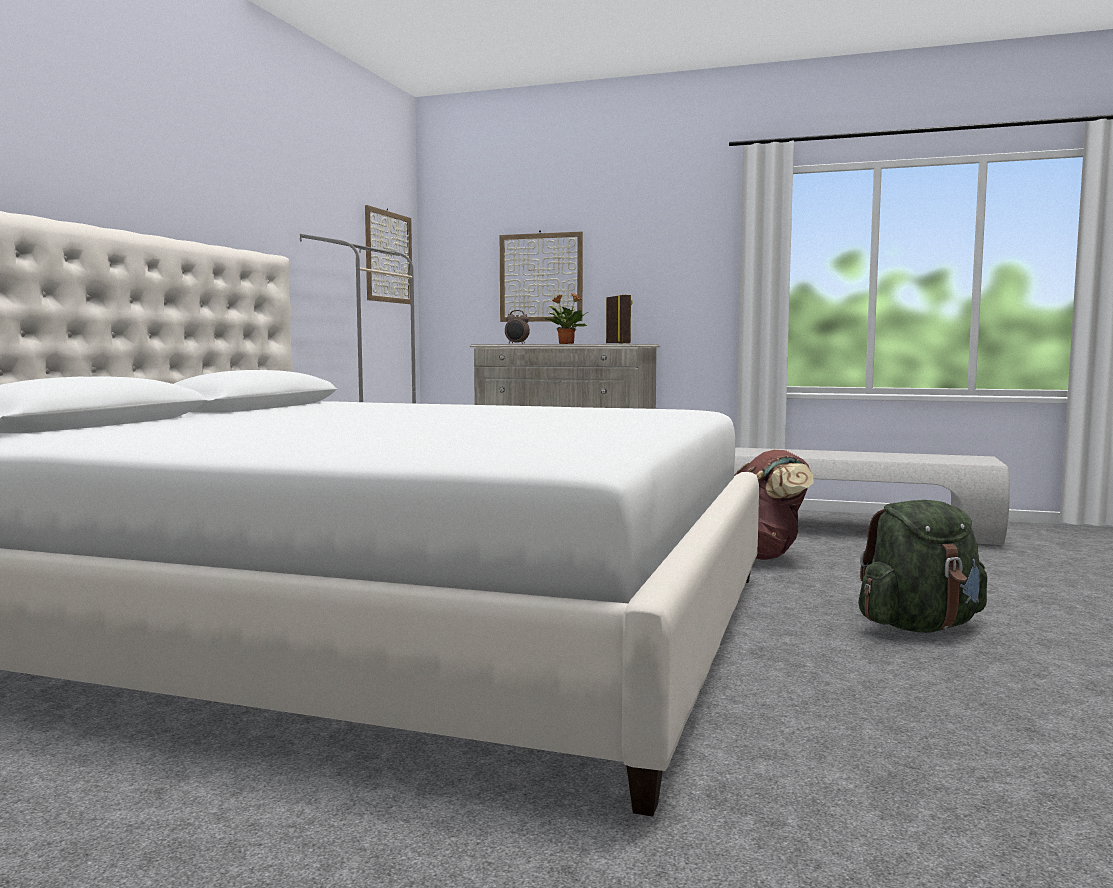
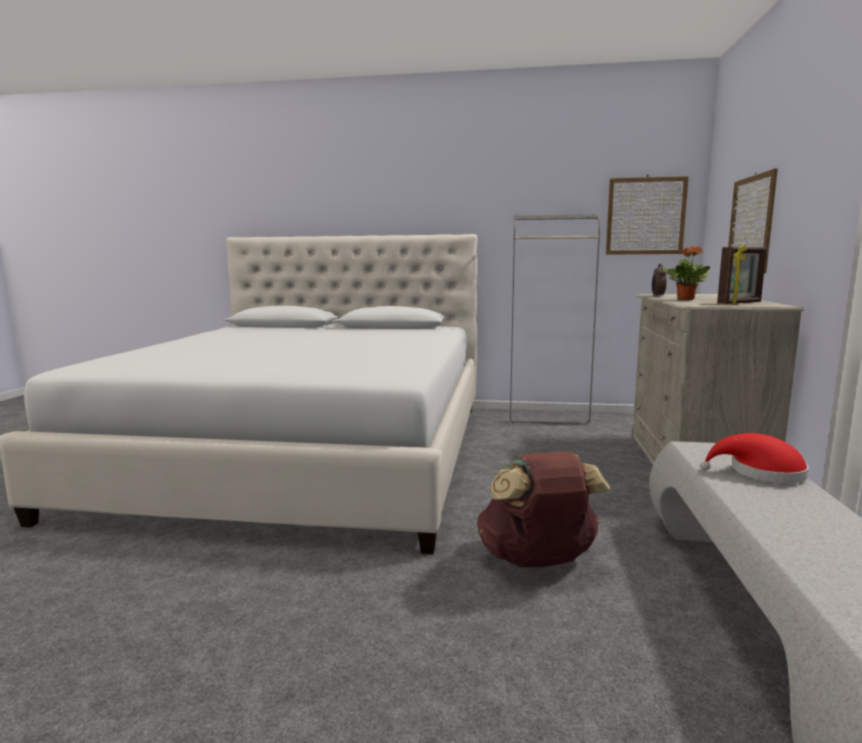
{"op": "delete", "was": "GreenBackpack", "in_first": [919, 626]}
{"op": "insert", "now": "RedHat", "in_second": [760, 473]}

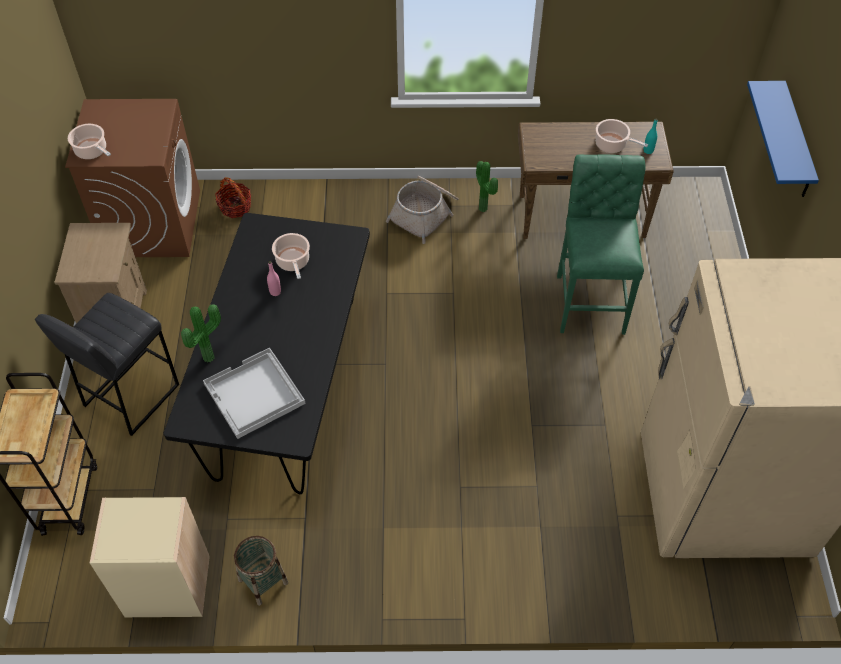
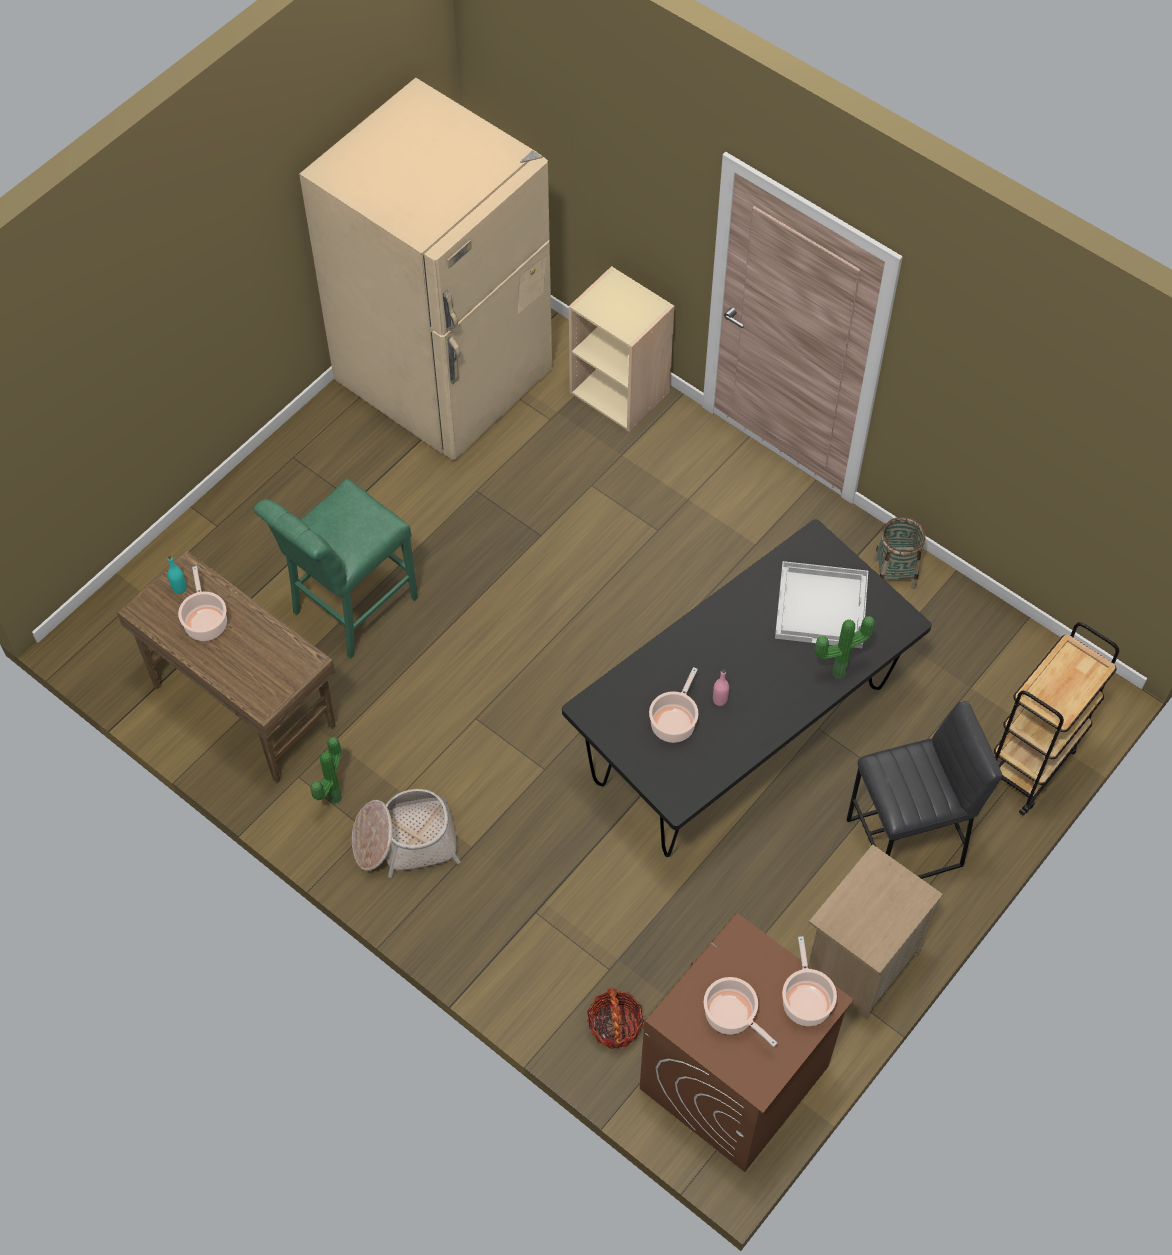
{"op": "delete", "was": "BlueShelf", "in_first": [796, 142]}
{"op": "insert", "now": "CookingPot", "in_second": [732, 1016]}
{"op": "move", "was": "BeigeBookcase", "in_first": [166, 587], "in_second": [621, 392]}

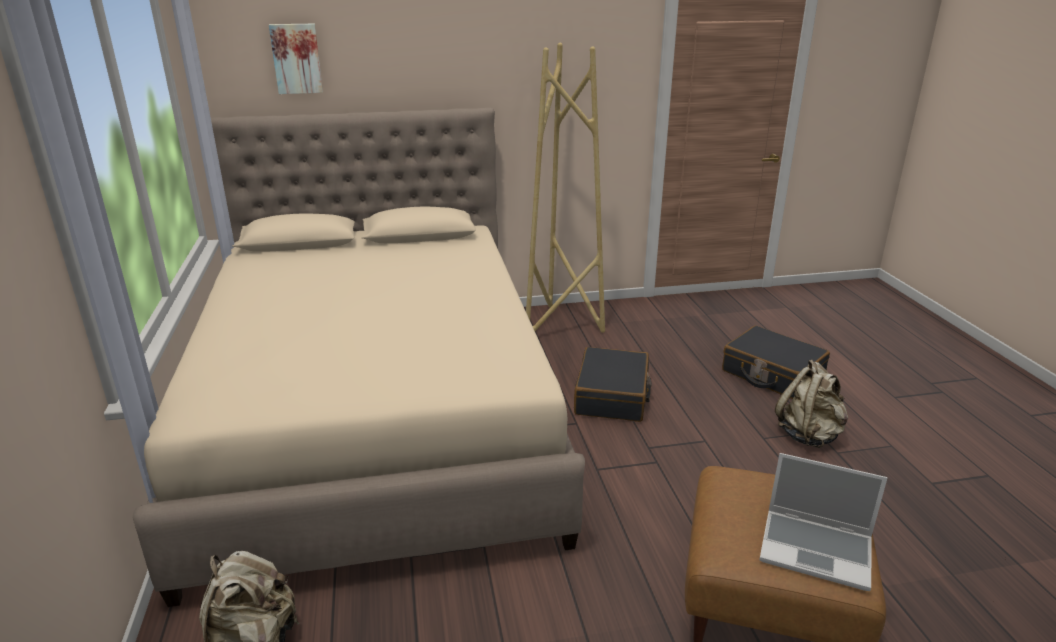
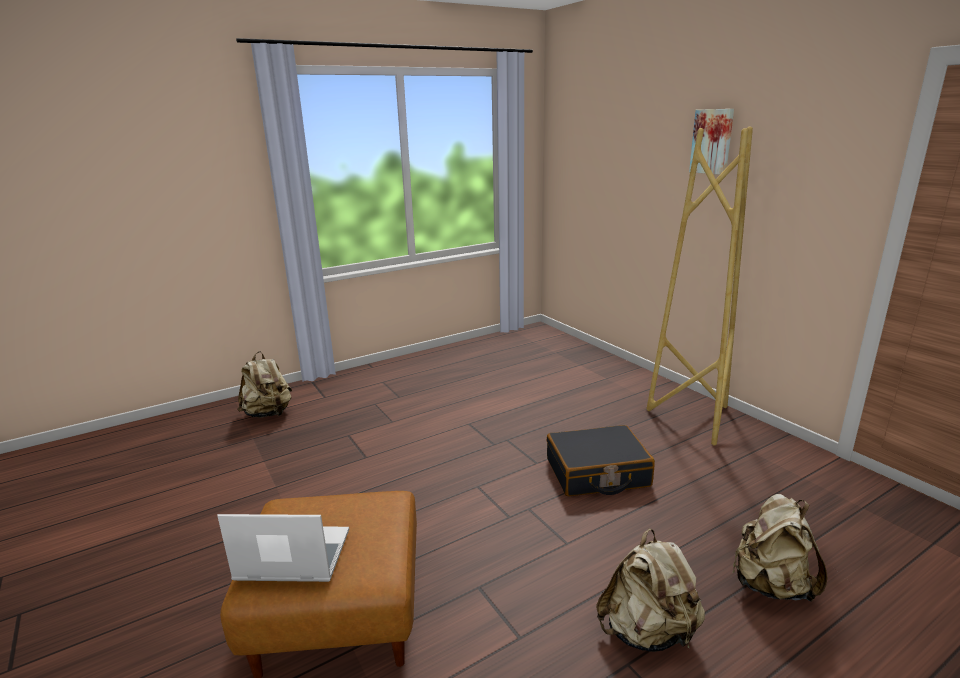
{"op": "delete", "was": "BeigeBed", "in_first": [378, 417]}
{"op": "move", "was": "Picture", "in_first": [296, 58], "in_second": [712, 141]}
{"op": "replace", "was": "BlackSuitcase", "now": "BeigeBackpack", "in_first": [772, 374], "in_second": [770, 584]}
{"op": "rotate", "was": "Laptop", "in_first": [817, 550], "in_second": [291, 557], "clockwise": 90}

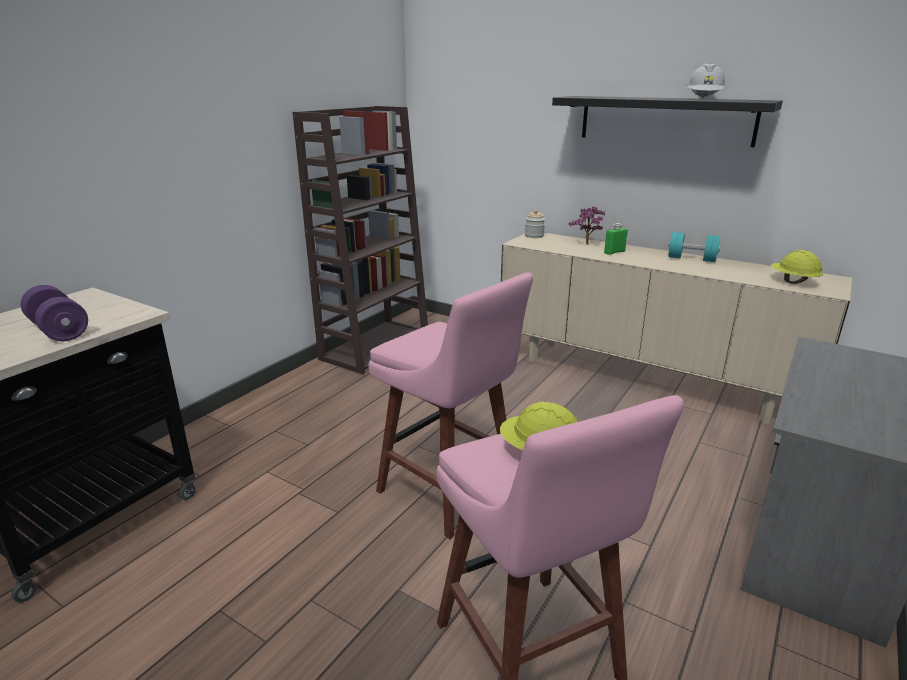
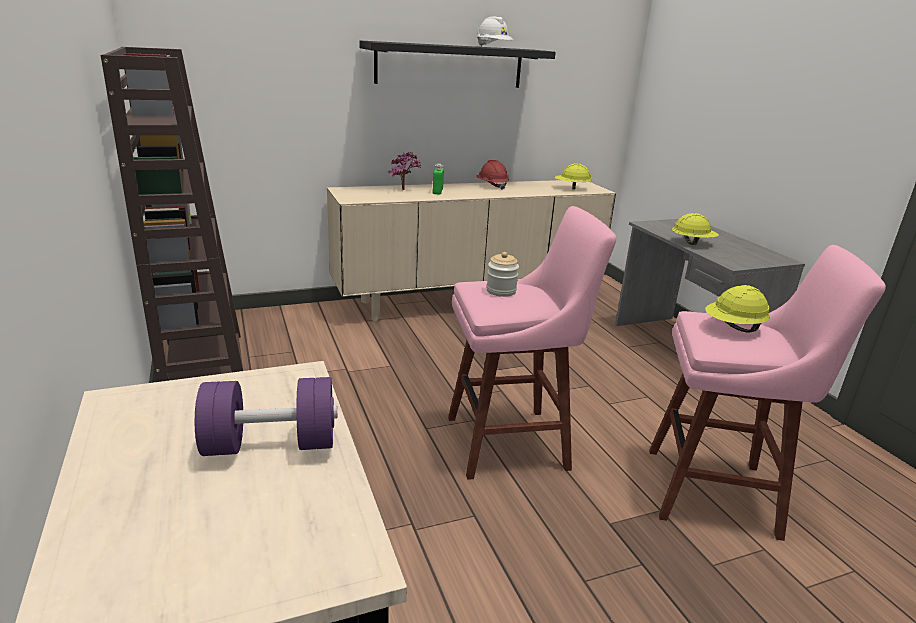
{"op": "insert", "now": "YellowHardHat", "in_second": [692, 243]}
{"op": "move", "was": "Jar", "in_first": [534, 236], "in_second": [501, 291]}
{"op": "replace", "was": "TurquoiseDumbbell", "now": "RedHardHat", "in_first": [691, 259], "in_second": [491, 186]}

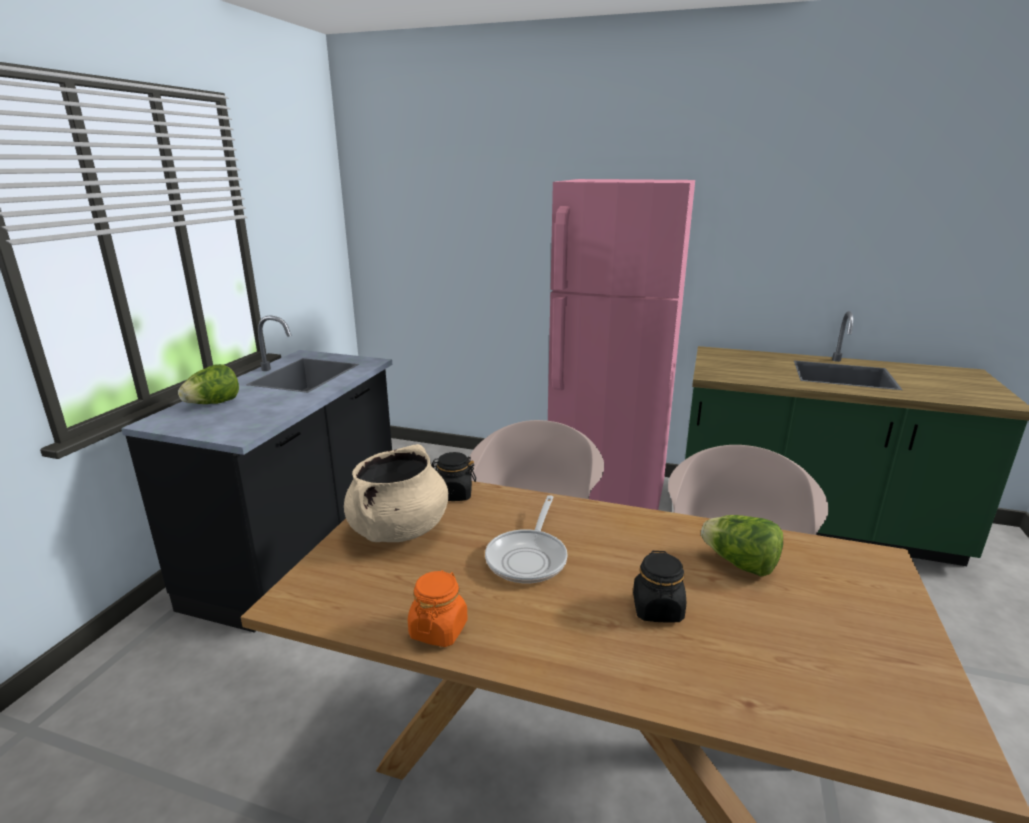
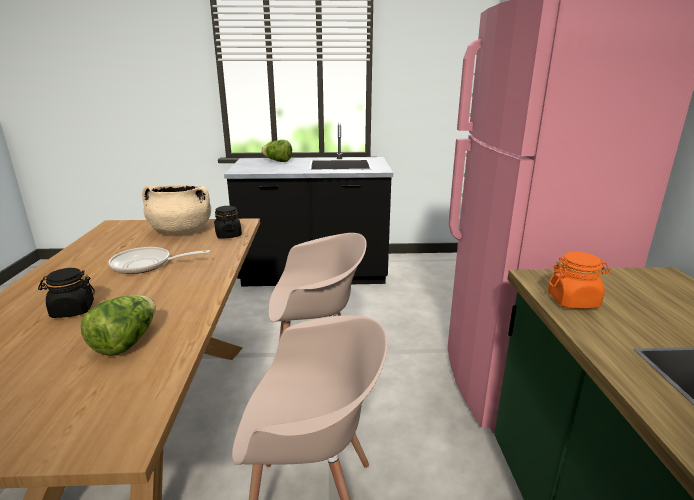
{"op": "move", "was": "OrangeJar", "in_first": [438, 629], "in_second": [573, 301]}

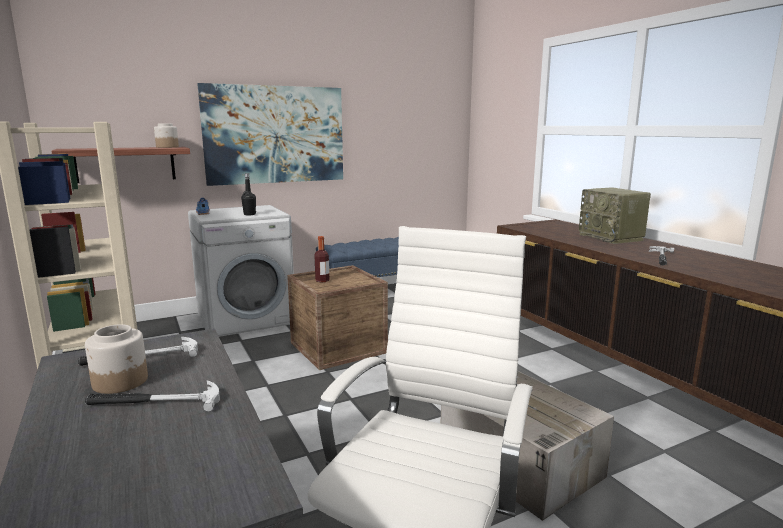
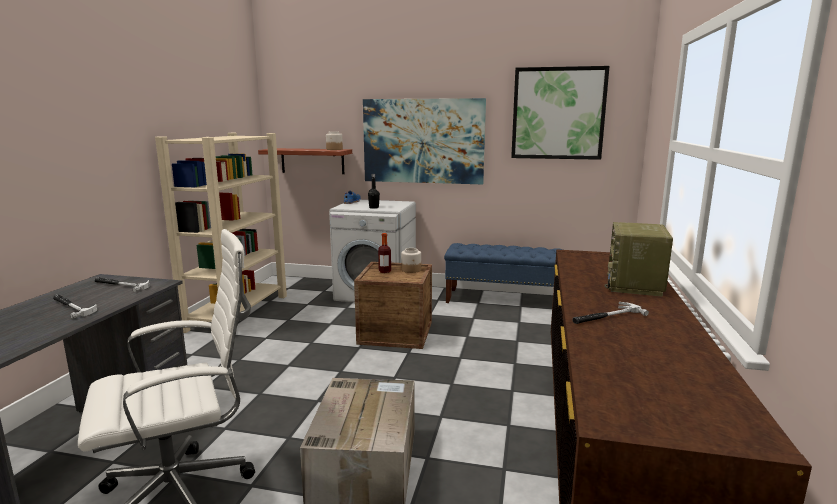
{"op": "insert", "now": "Picture", "in_second": [558, 113]}
{"op": "move", "was": "Jar", "in_first": [121, 381], "in_second": [411, 270]}

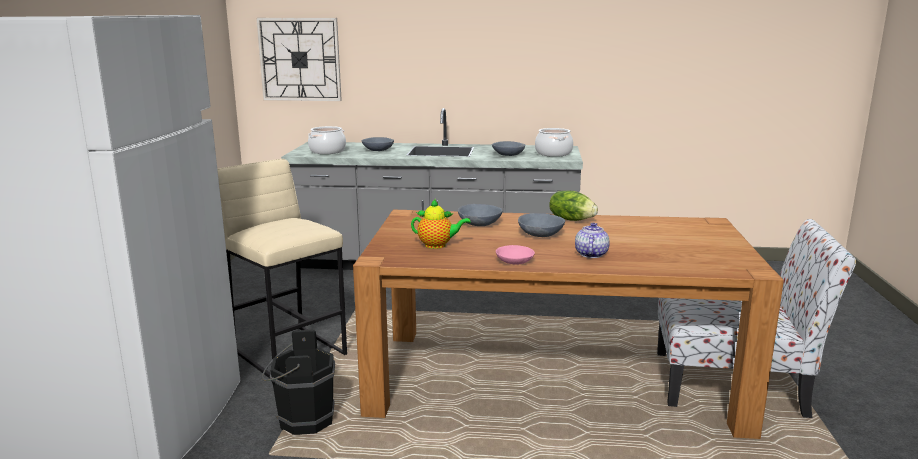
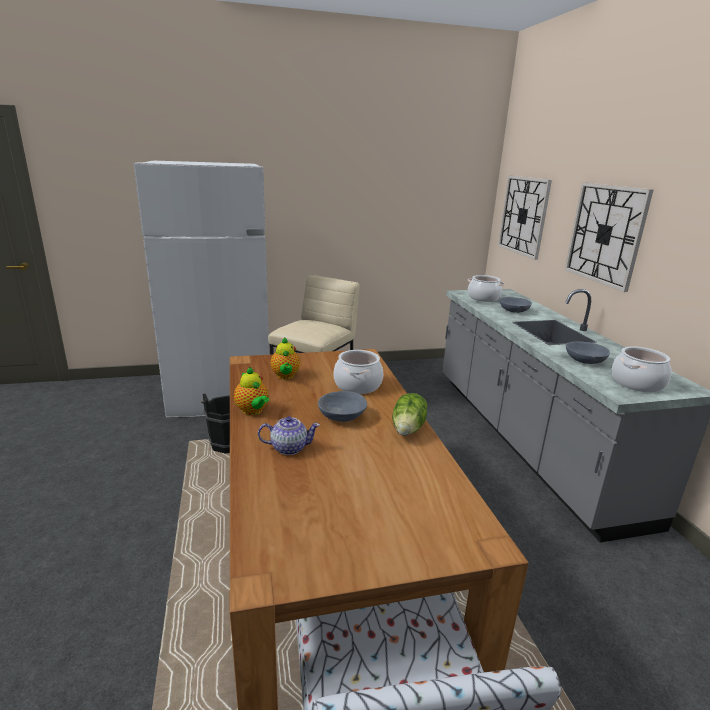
{"op": "insert", "now": "WallClock", "in_second": [605, 234]}
{"op": "replace", "was": "GreyBowl", "now": "CookingPot", "in_first": [480, 224], "in_second": [358, 385]}
{"op": "replace", "was": "PinkBowl", "now": "Teapot", "in_first": [514, 262], "in_second": [253, 411]}

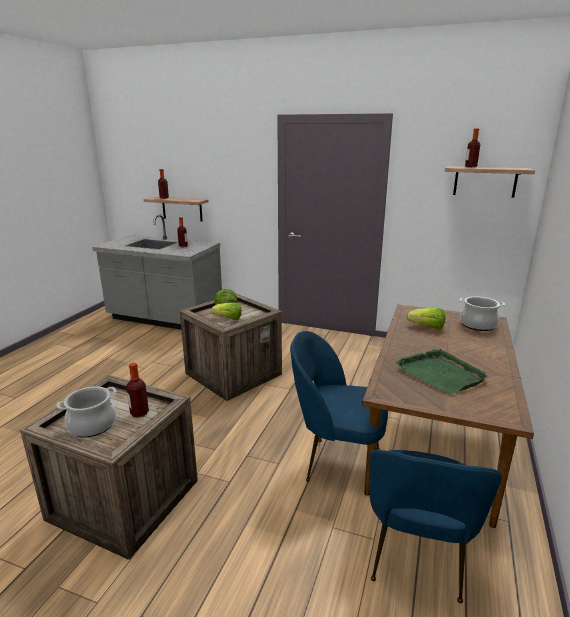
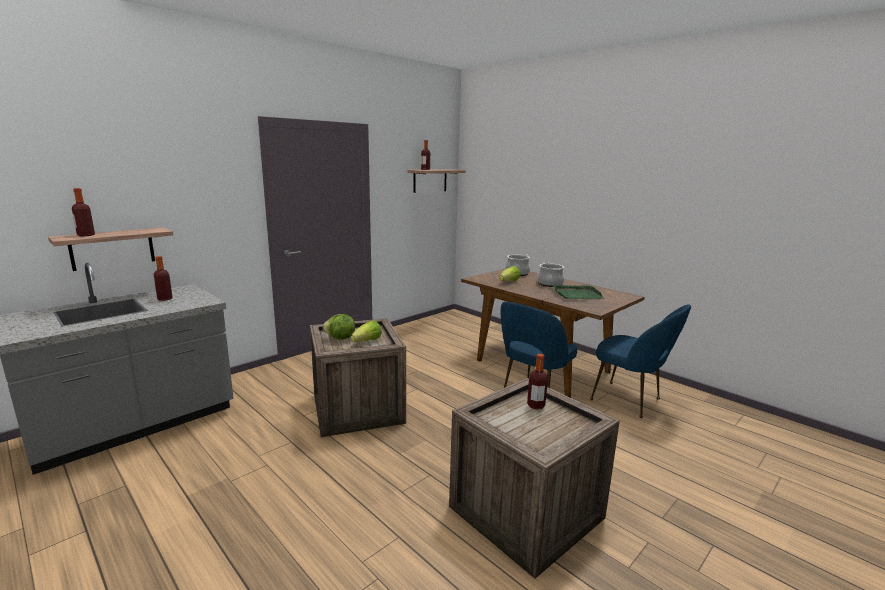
{"op": "move", "was": "CookingPot", "in_first": [92, 425], "in_second": [550, 284]}

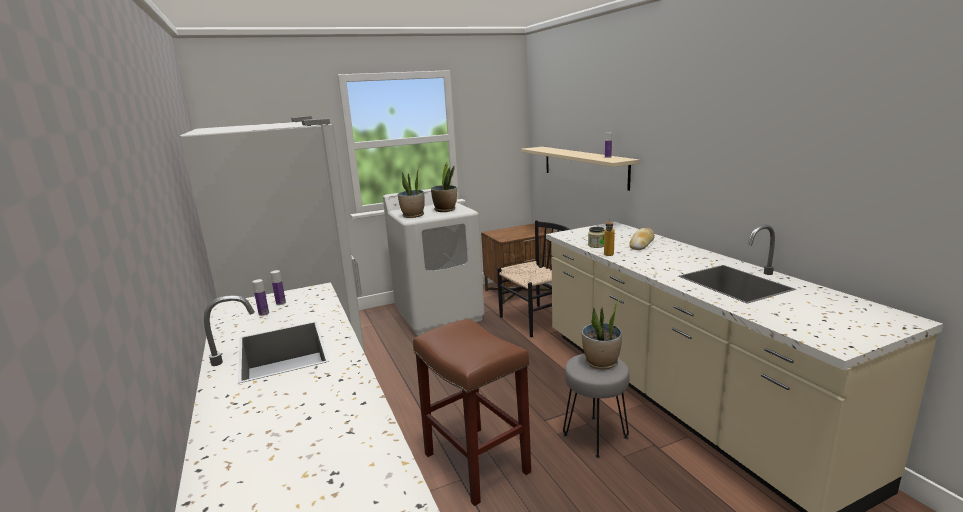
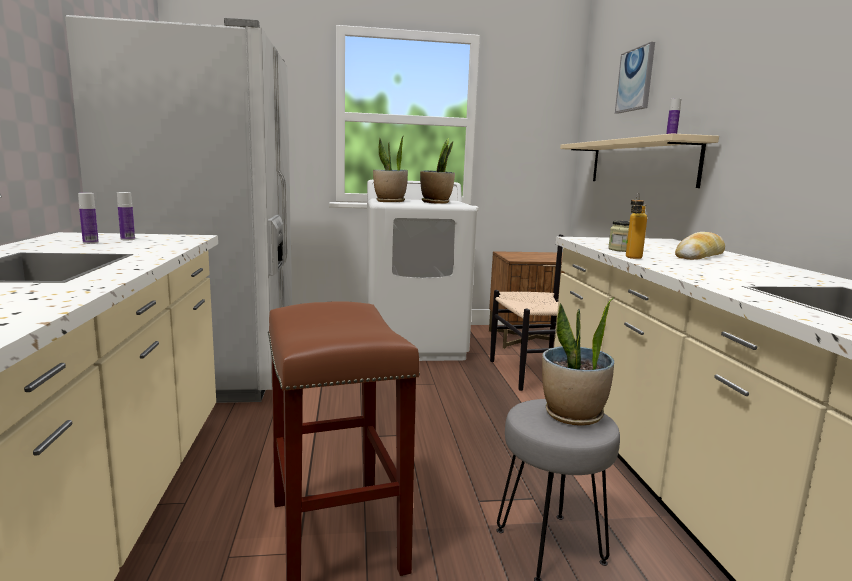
{"op": "insert", "now": "Picture", "in_second": [635, 80]}

